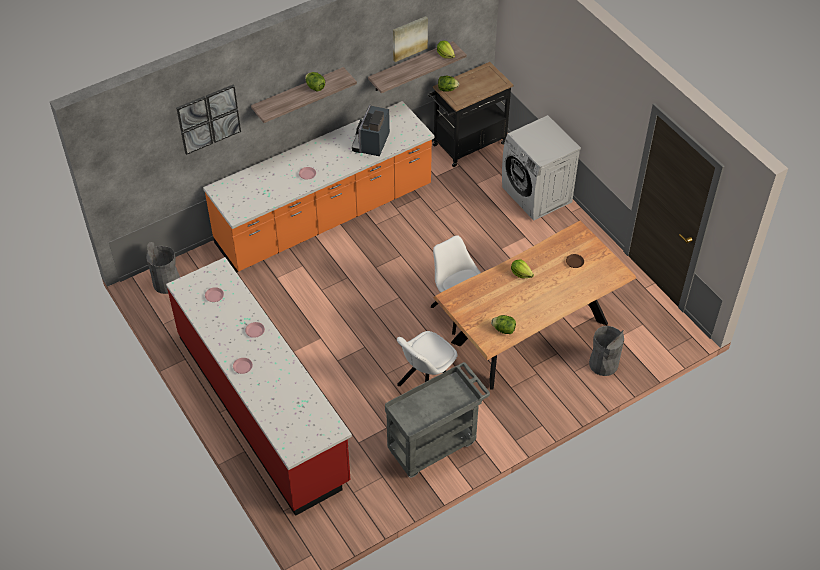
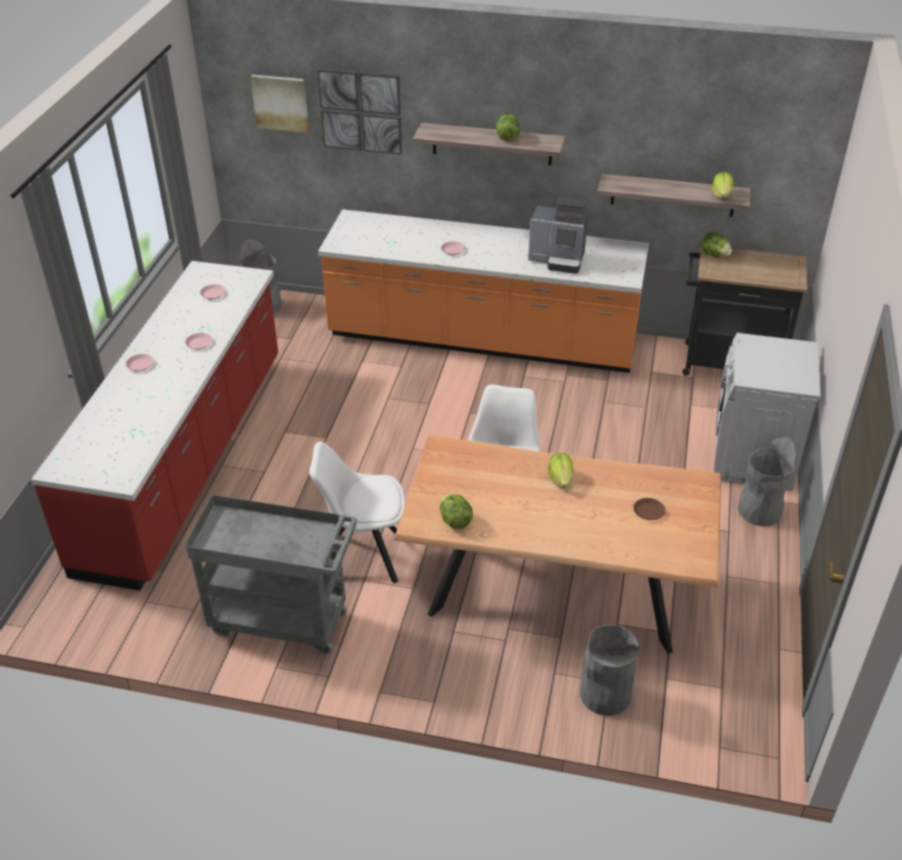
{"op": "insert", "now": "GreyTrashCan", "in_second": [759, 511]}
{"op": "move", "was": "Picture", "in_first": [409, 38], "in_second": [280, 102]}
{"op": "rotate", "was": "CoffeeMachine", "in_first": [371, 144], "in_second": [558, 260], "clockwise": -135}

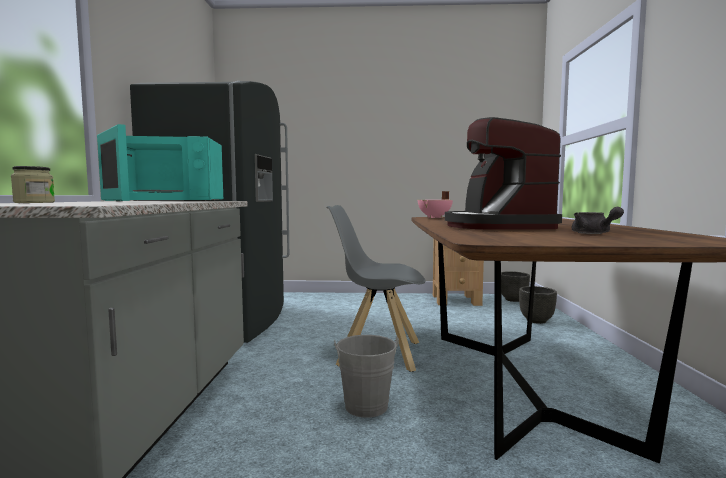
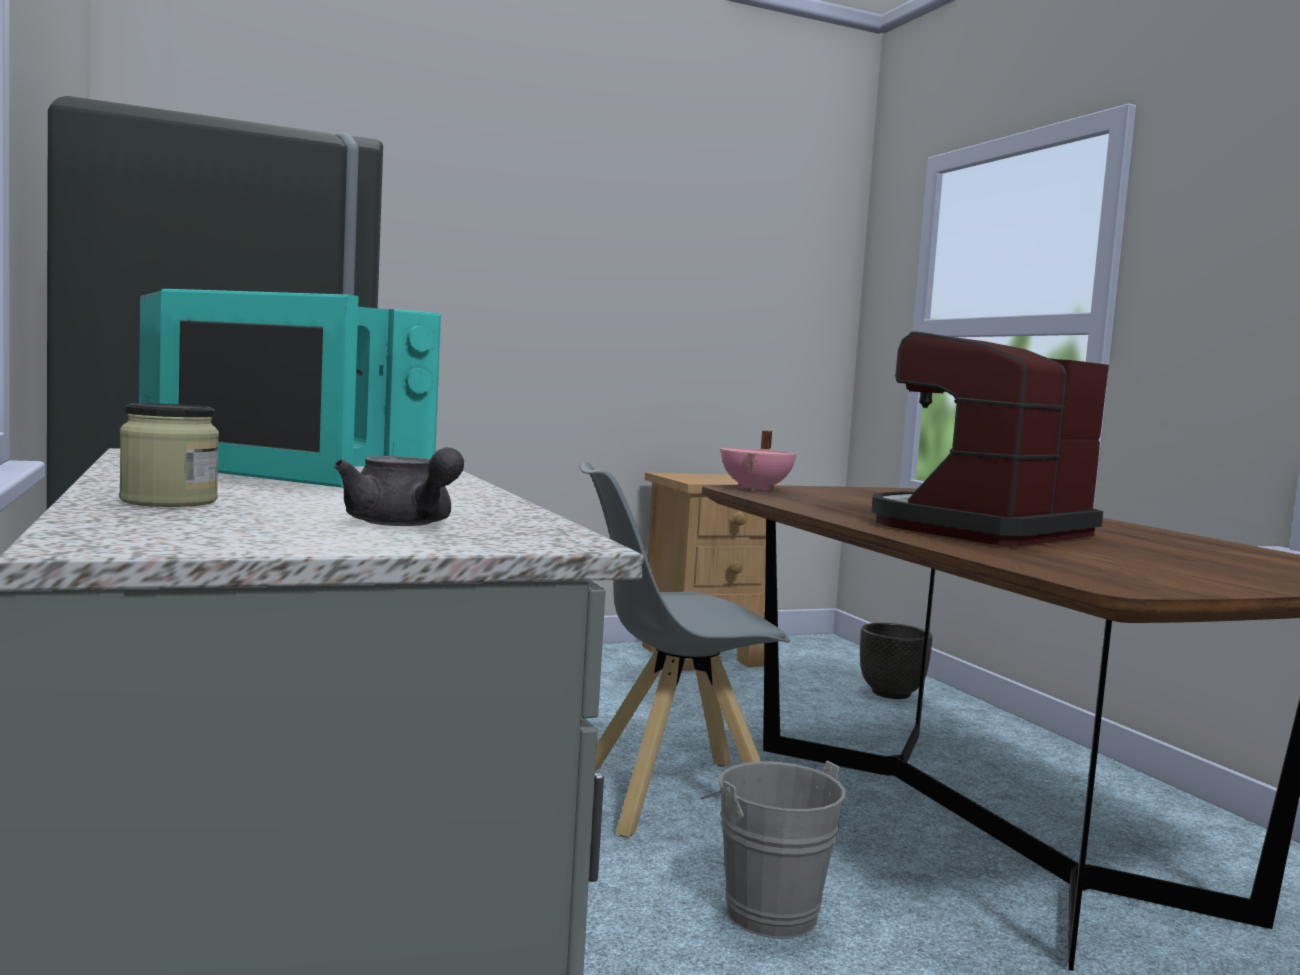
{"op": "delete", "was": "BlackPlanter", "in_first": [513, 300]}
{"op": "move", "was": "GreyTeapot", "in_first": [593, 233], "in_second": [403, 524]}
{"op": "rotate", "was": "CoffeeMachine", "in_first": [496, 226], "in_second": [978, 530], "clockwise": 75}

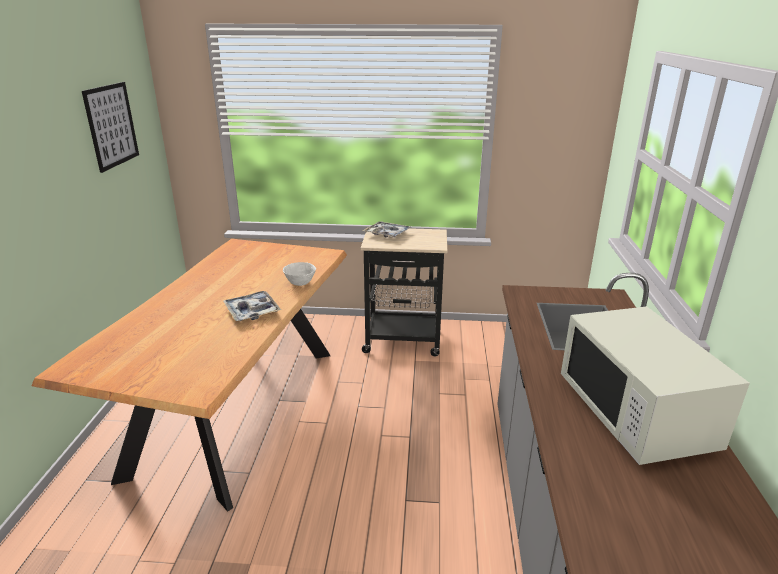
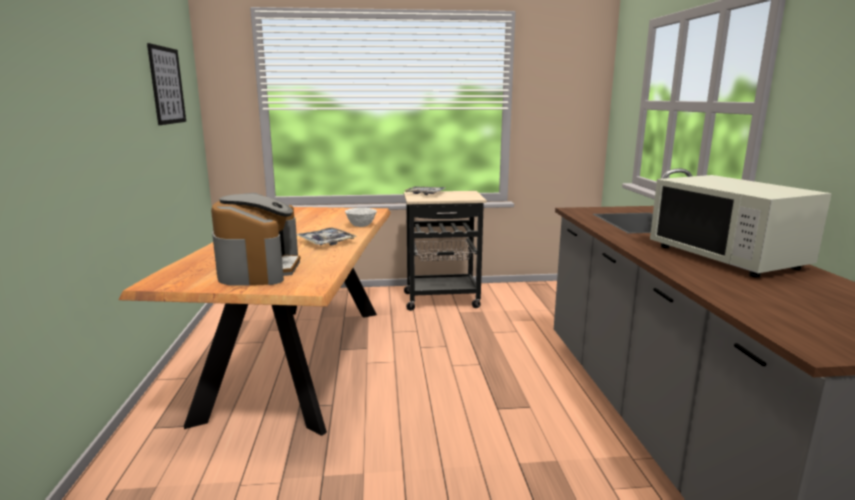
{"op": "insert", "now": "CoffeeMachine", "in_second": [259, 268]}

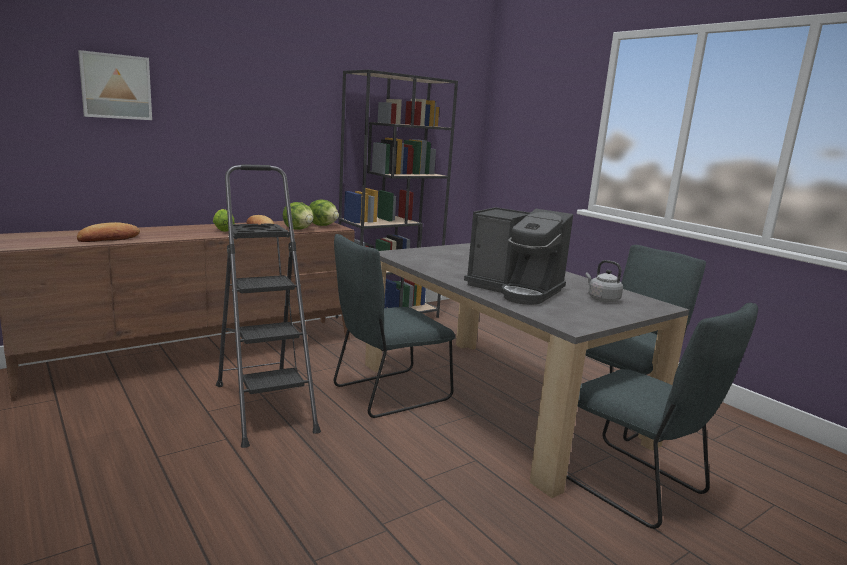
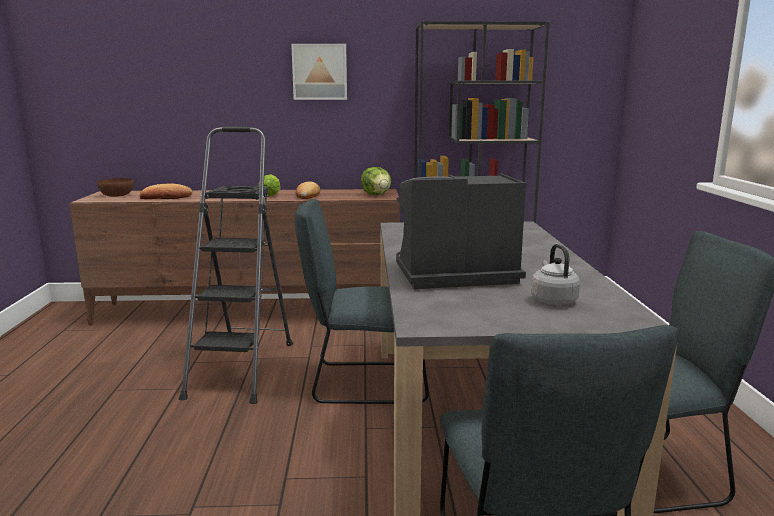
{"op": "delete", "was": "Lettuce", "in_first": [299, 229]}
{"op": "insert", "now": "BrownBowl", "in_second": [117, 195]}
{"op": "move", "was": "Picture", "in_first": [116, 86], "in_second": [320, 72]}
{"op": "rotate", "was": "CoffeeMachine", "in_first": [515, 290], "in_second": [452, 275], "clockwise": 105}

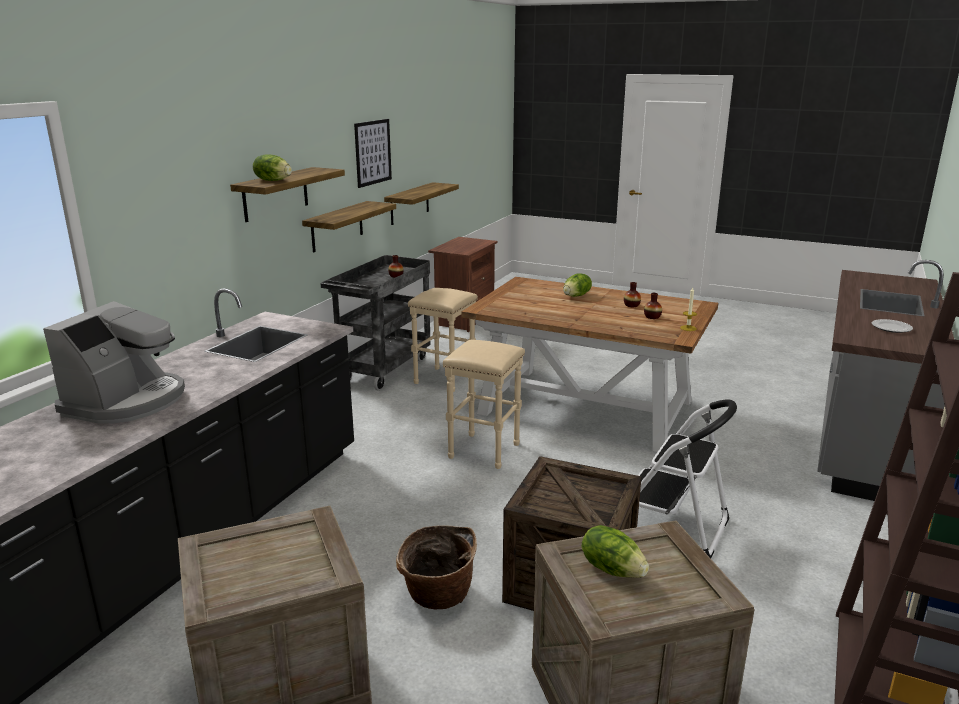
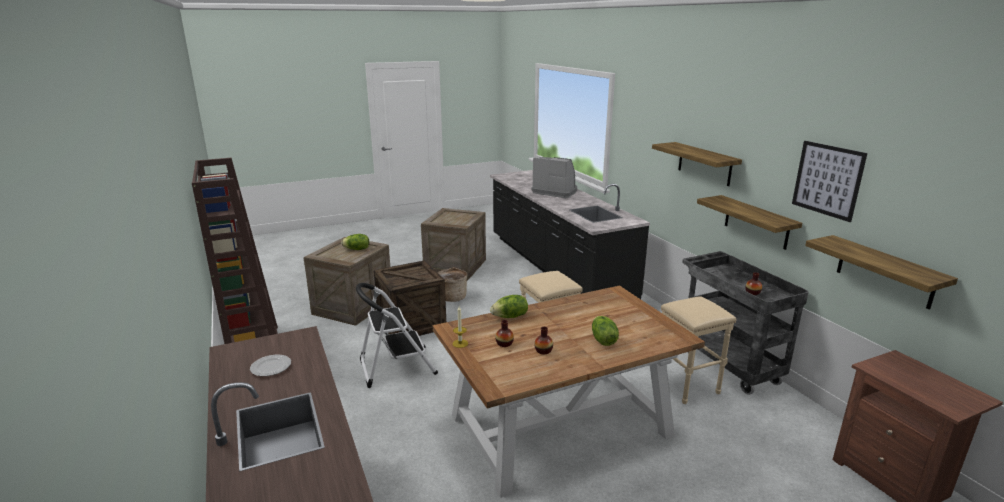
{"op": "move", "was": "Lettuce", "in_first": [273, 180], "in_second": [510, 317]}
{"op": "rotate", "was": "CoffeeMachine", "in_first": [127, 401], "in_second": [555, 191], "clockwise": 150}

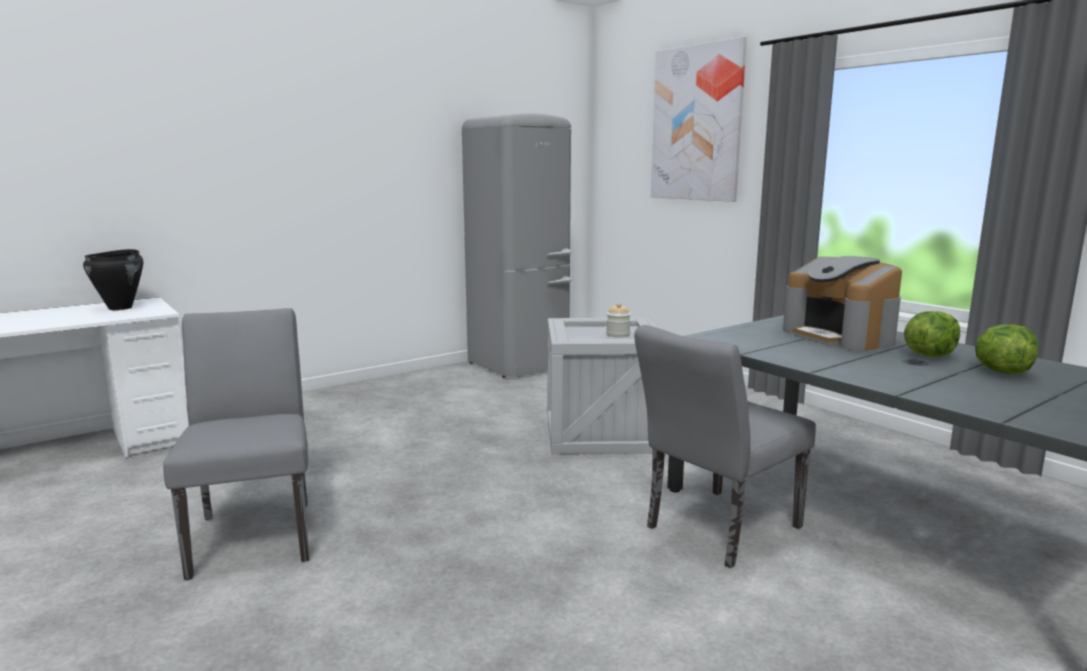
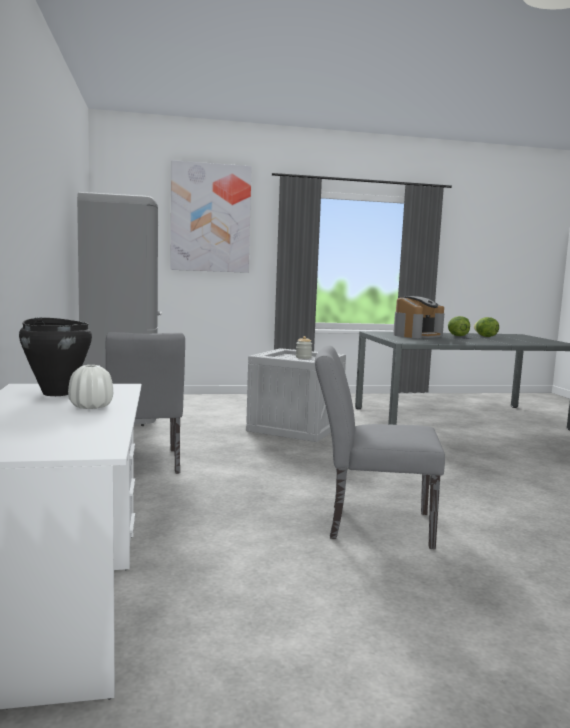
{"op": "insert", "now": "WhiteVase", "in_second": [91, 406]}
{"op": "move", "was": "GreyChair", "in_first": [715, 530], "in_second": [143, 465]}
{"op": "rotate", "was": "CoffeeMachine", "in_first": [840, 336], "in_second": [417, 335], "clockwise": -45}

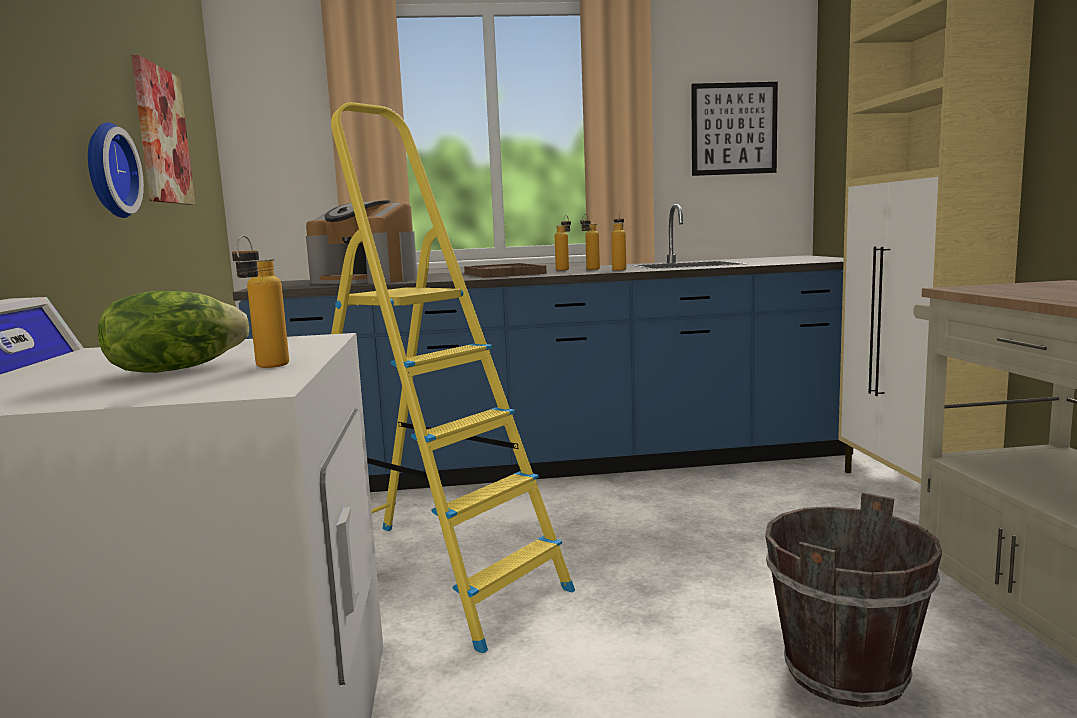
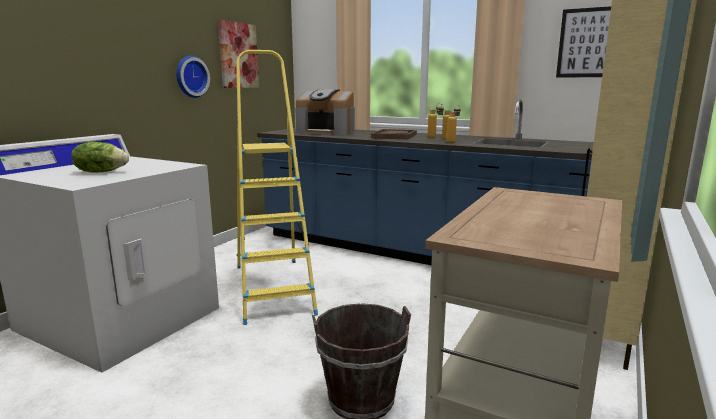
{"op": "delete", "was": "Bottle", "in_first": [266, 368]}
{"op": "rotate", "was": "CoffeeMachine", "in_first": [367, 280], "in_second": [326, 132], "clockwise": -45}

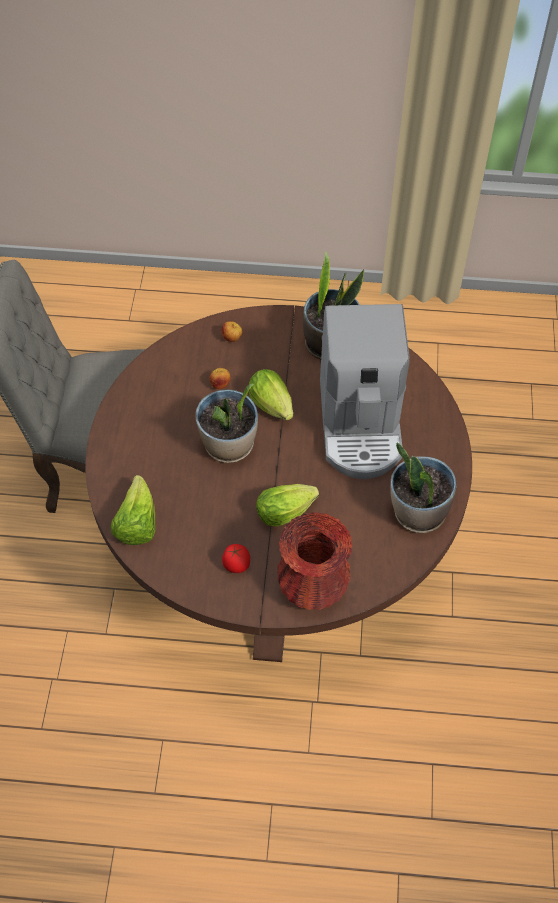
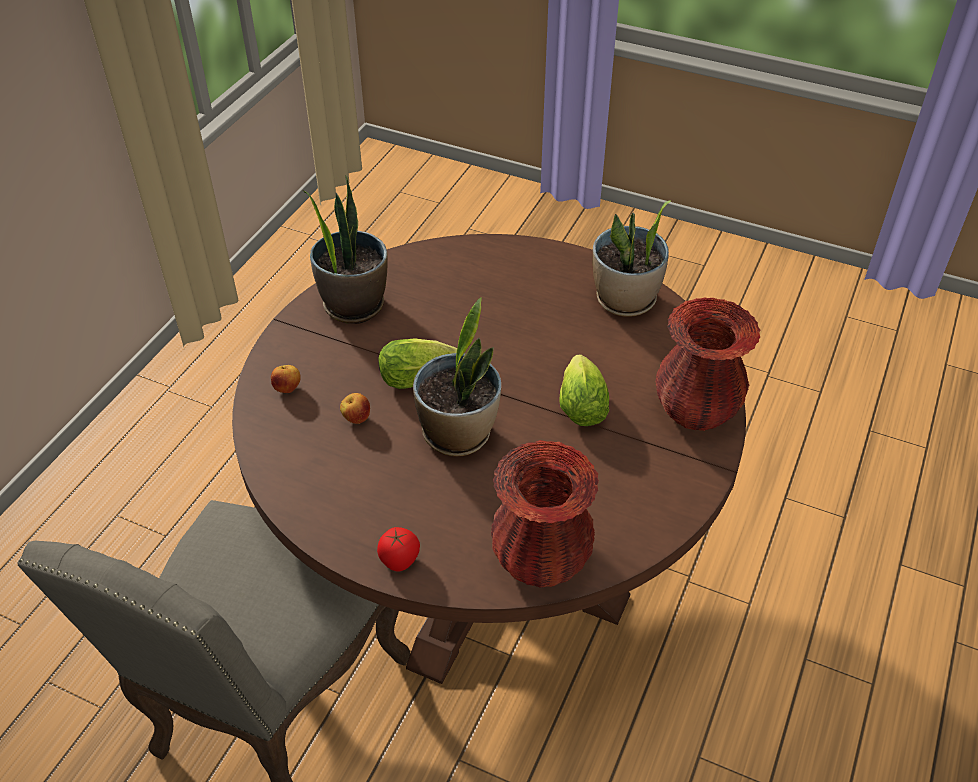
{"op": "delete", "was": "CoffeeMachine", "in_first": [360, 425]}
{"op": "move", "was": "Tomato", "in_first": [236, 566], "in_second": [400, 561]}
{"op": "replace", "was": "Lettuce", "now": "RedVase", "in_first": [137, 524], "in_second": [541, 561]}

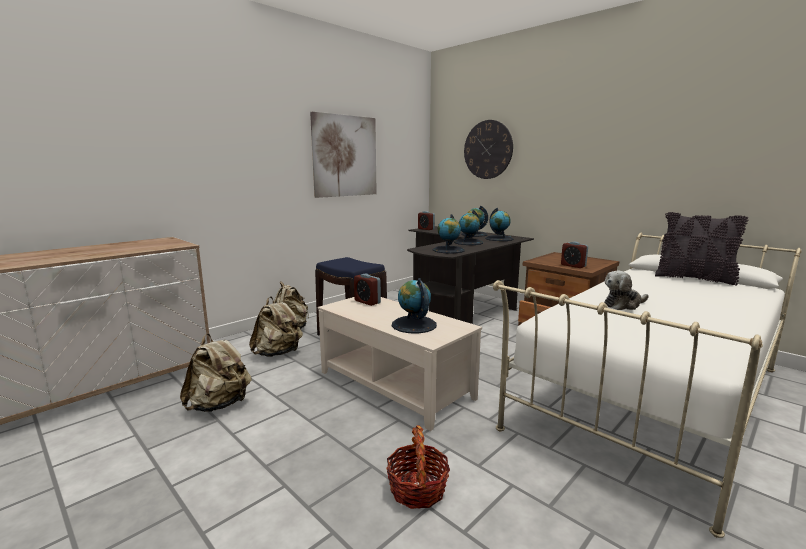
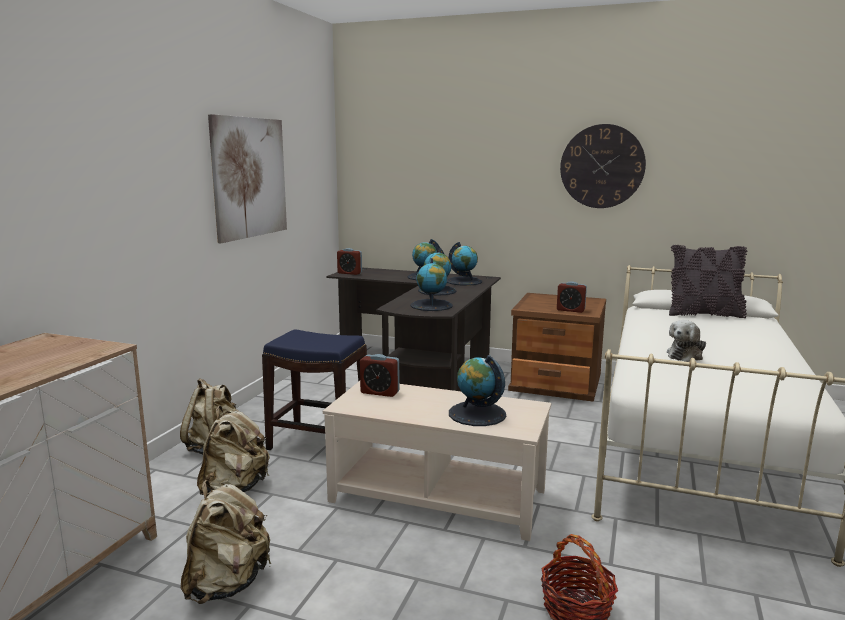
{"op": "move", "was": "WallClock", "in_first": [488, 149], "in_second": [602, 166]}

